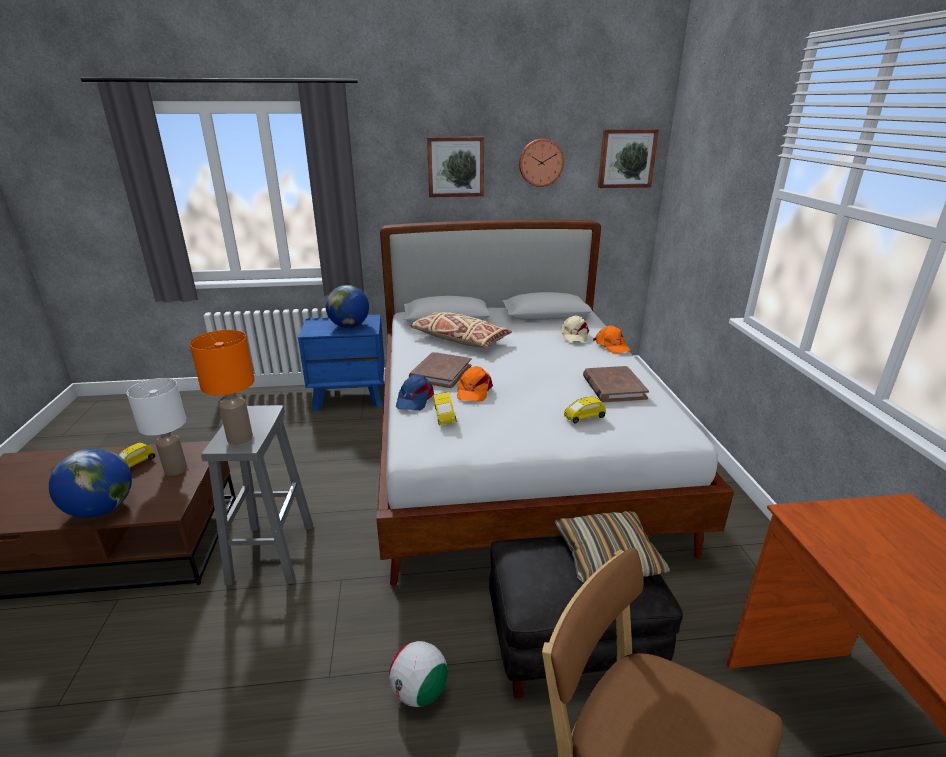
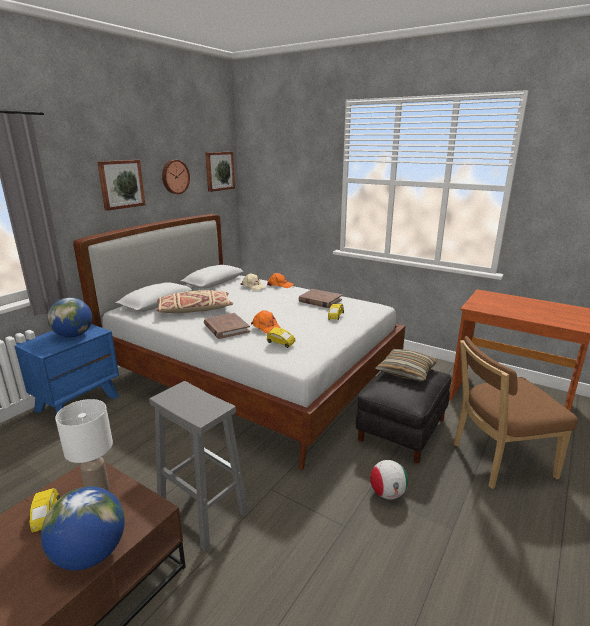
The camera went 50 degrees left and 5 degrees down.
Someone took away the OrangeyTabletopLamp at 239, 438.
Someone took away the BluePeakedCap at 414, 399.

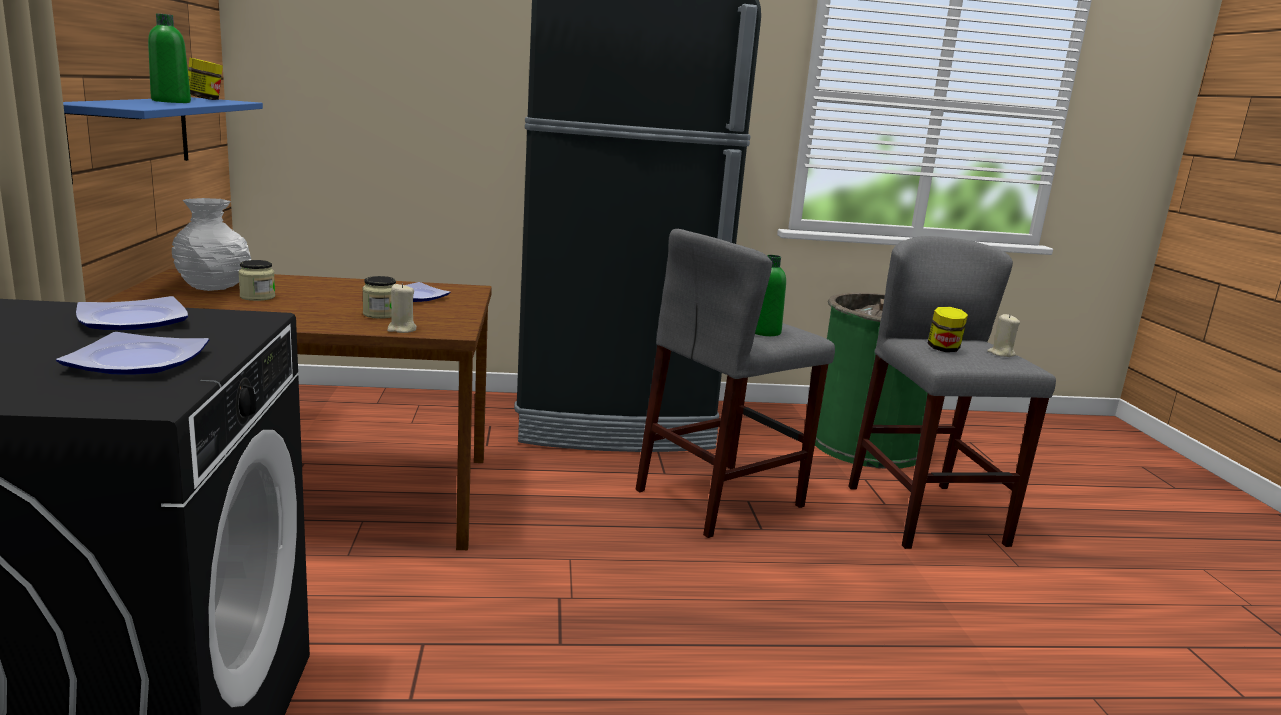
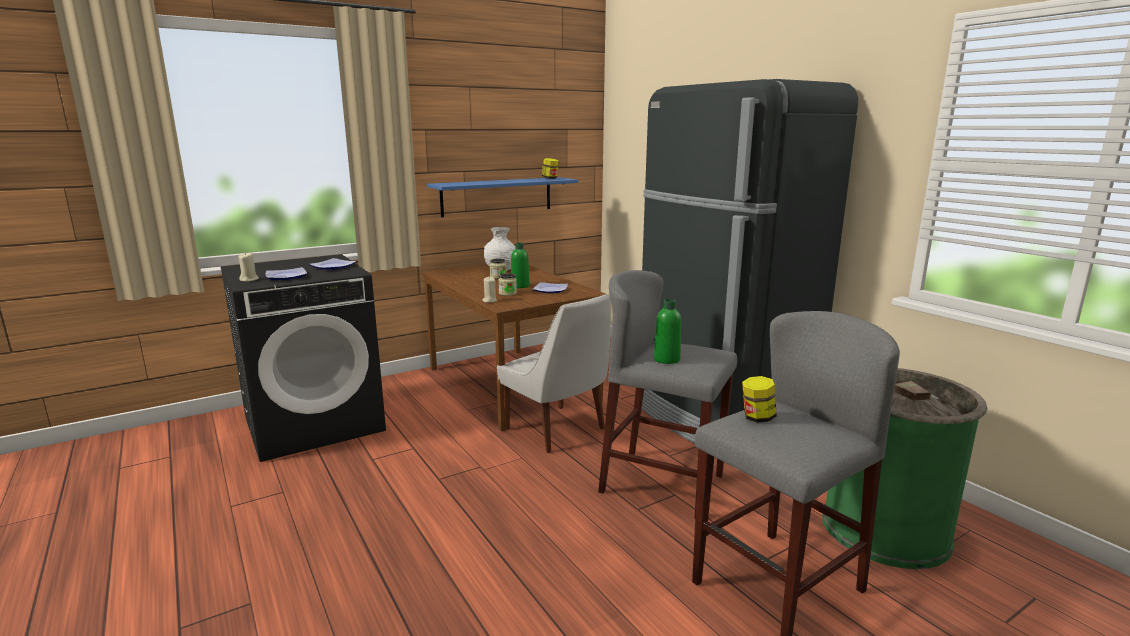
The camera went 65 degrees right and 0 degrees up.
Someone carried the GreenColouredBeverageBottle from 171, 101 to 520, 286.
Someone carried the BeigeColouredCandle from 1001, 354 to 249, 280.
Someone put down the WhitishChair at 557, 430.

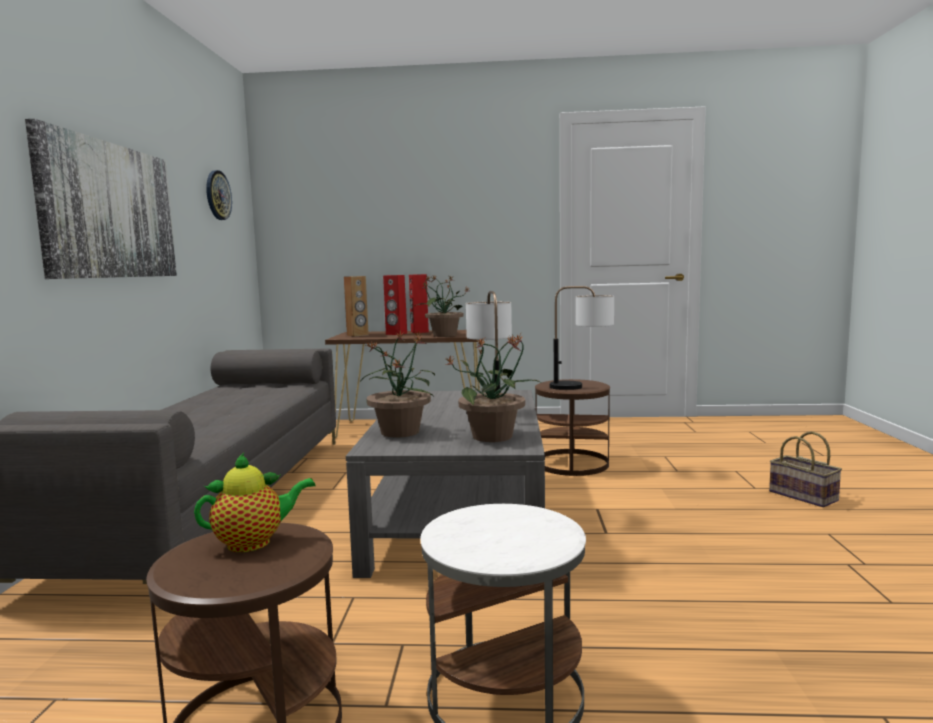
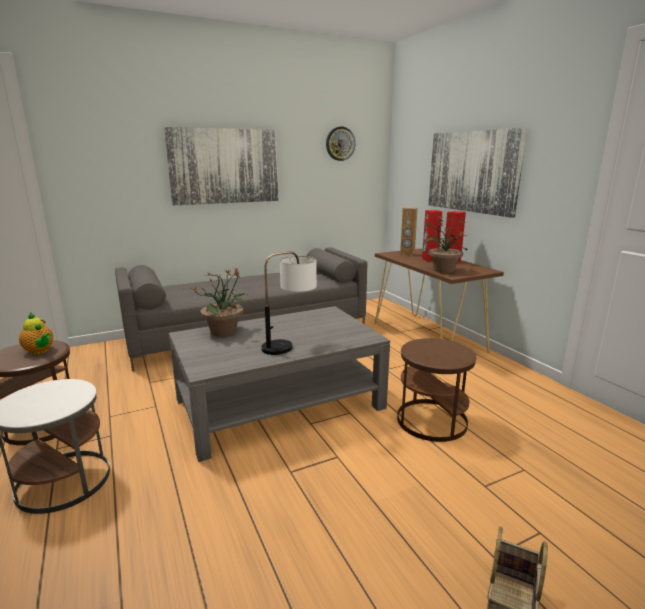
The camera went 60 degrees right and 10 degrees up.
Someone took away the TabletopLamp at 582, 387.
Someone took away the PottedPlant at 494, 436.
Someone put up the WallPicture at 472, 171.

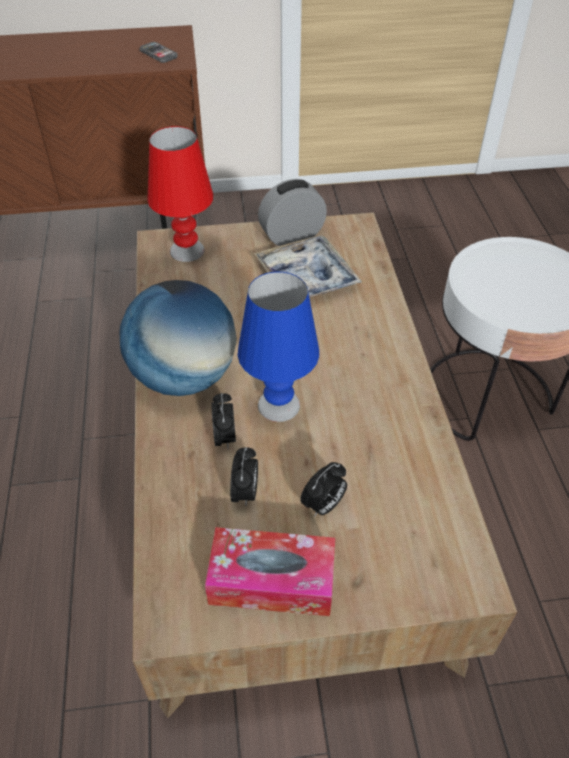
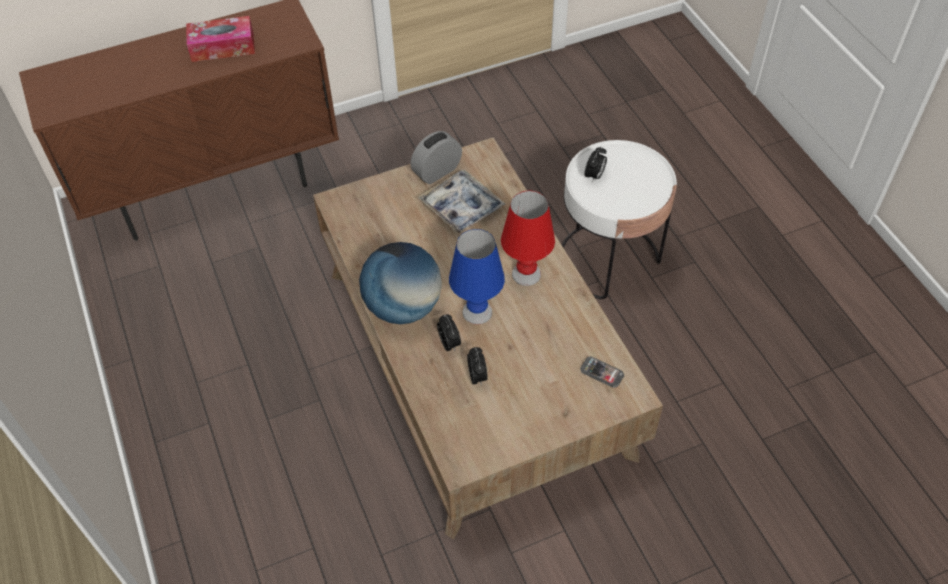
The camera went 15 degrees left and 5 degrees up.
Someone carried the Telephone from 158, 54 to 601, 373.
Someone carried the ReddishTabletopLamp from 187, 250 to 526, 274.
Someone carried the BedsideClock from 323, 505 to 594, 176.
Someone carried the BoxOfTissues from 272, 580 to 222, 47.

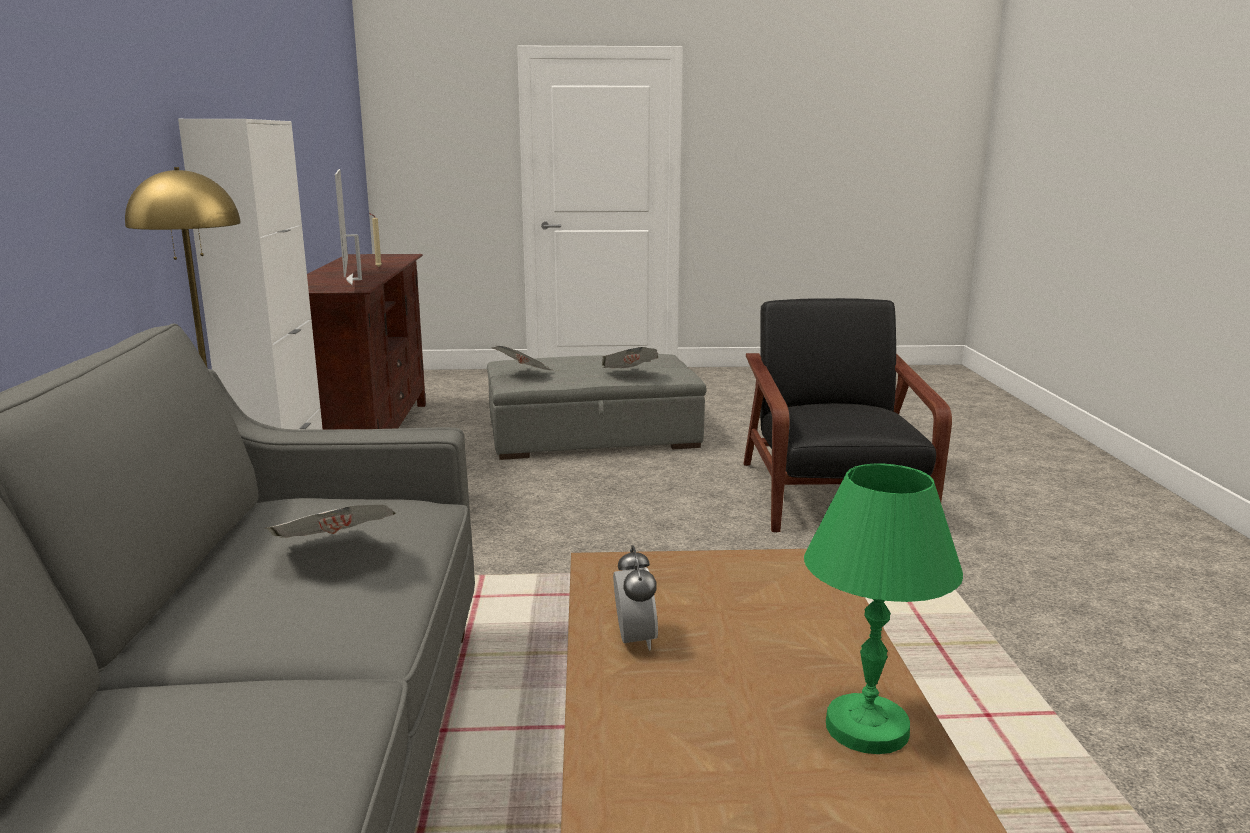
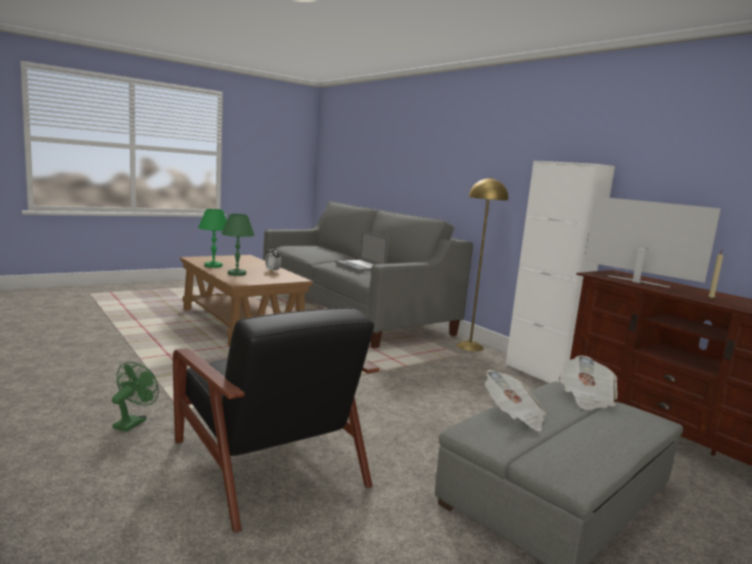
The camera went 145 degrees right and 5 degrees down.
Someone swapped the Newspaper at 335, 554 for the Laptop at 359, 266.
Someone put down the GreenColouredTabletopLamp at 237, 273.
Someone put down the GreenColouredFan at 133, 422.

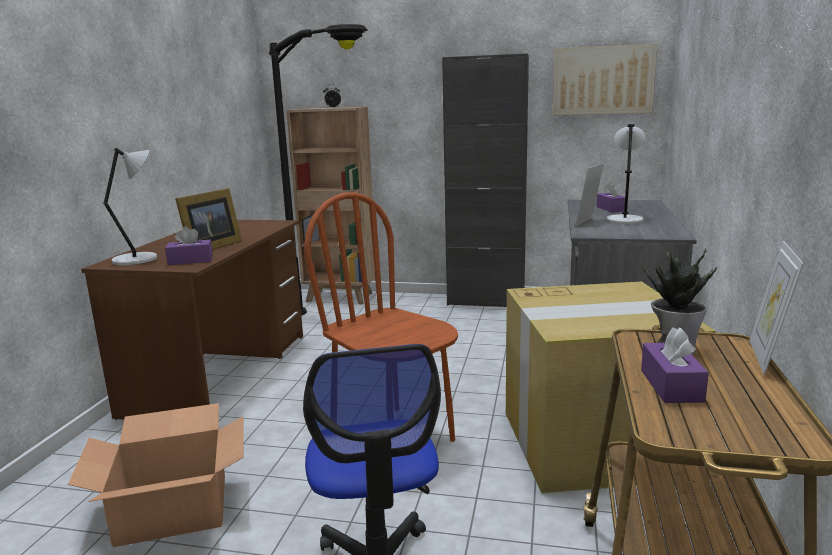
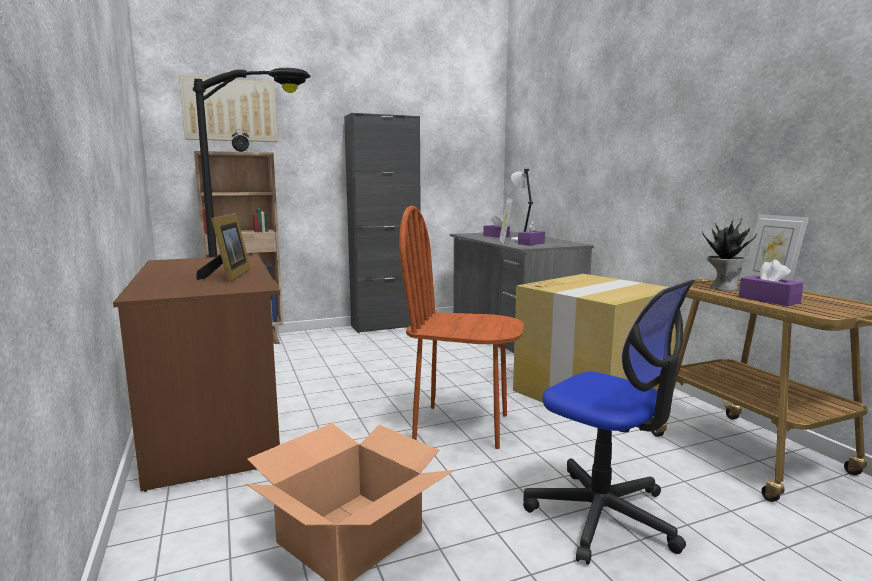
The camera went 35 degrees left and 5 degrees down.
Someone carried the WallPicture from 602, 80 to 230, 110.
Someone took away the GrayTabletopLamp at 138, 259.
Someone carried the PurpleColouredBoxOfTissues from 190, 260 to 531, 243.

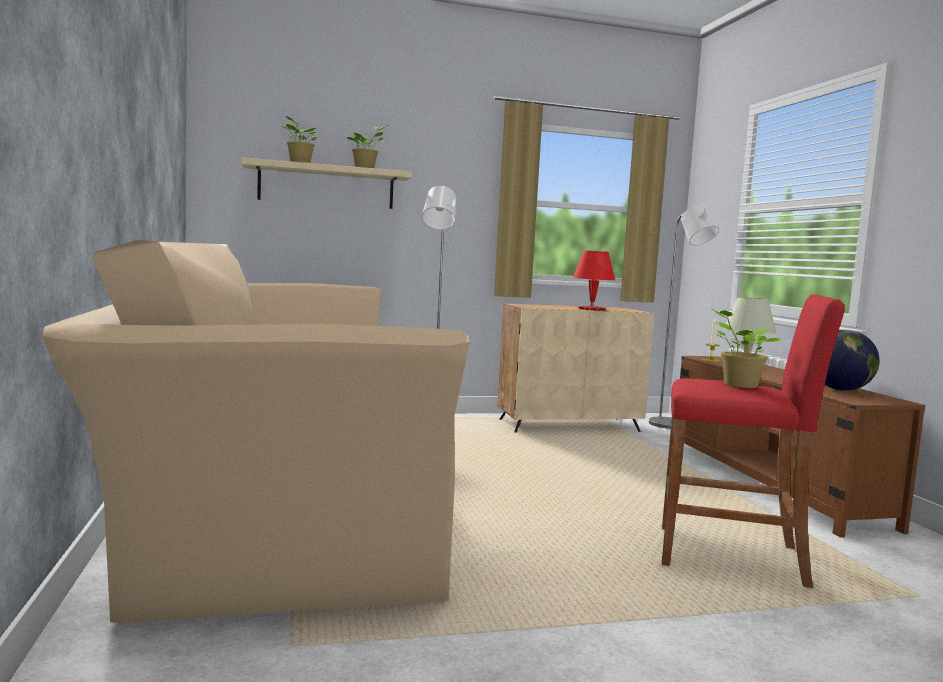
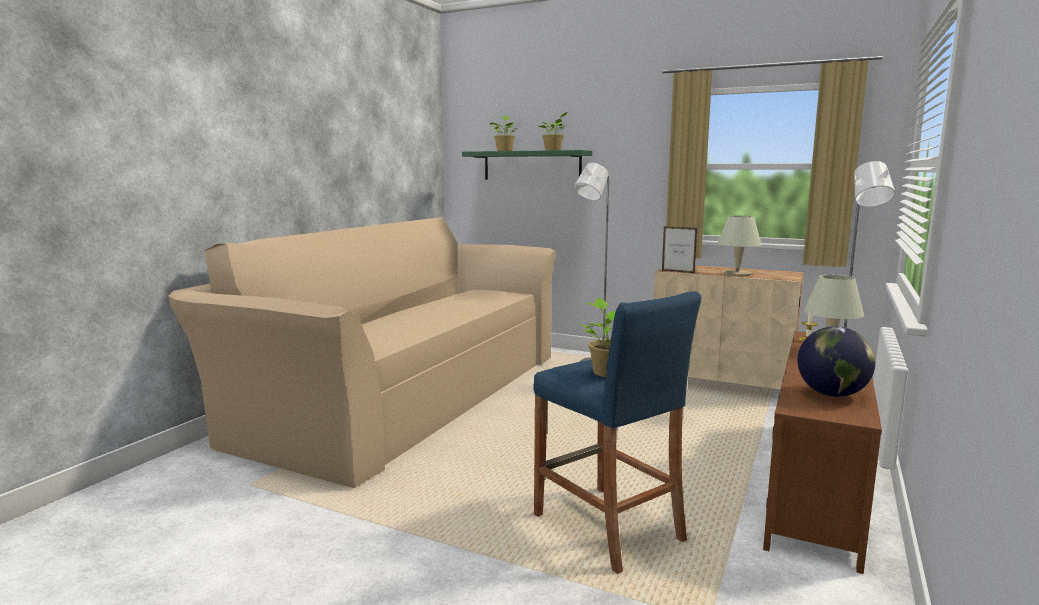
The camera went 40 degrees right and 5 degrees up.
Someone repainted the BeigeColouredWallShelf at 326, 186, which became the GreenColouredWallShelf at 531, 165.
Someone repainted the ReddishTabletopLamp at 592, 309, which became the BeigeColouredTabletopLamp at 737, 274.
Someone repainted the ReddishStool at 729, 556, which became the BlueStool at 607, 527.
Someone put down the StandingFrame at 678, 272.

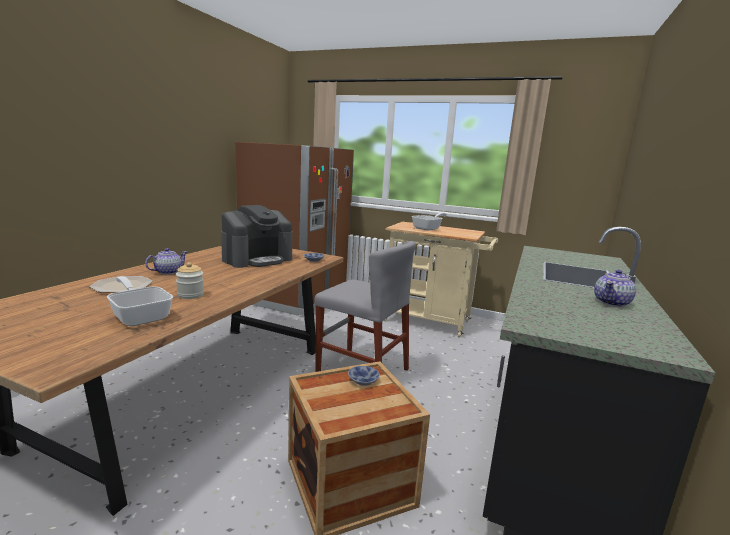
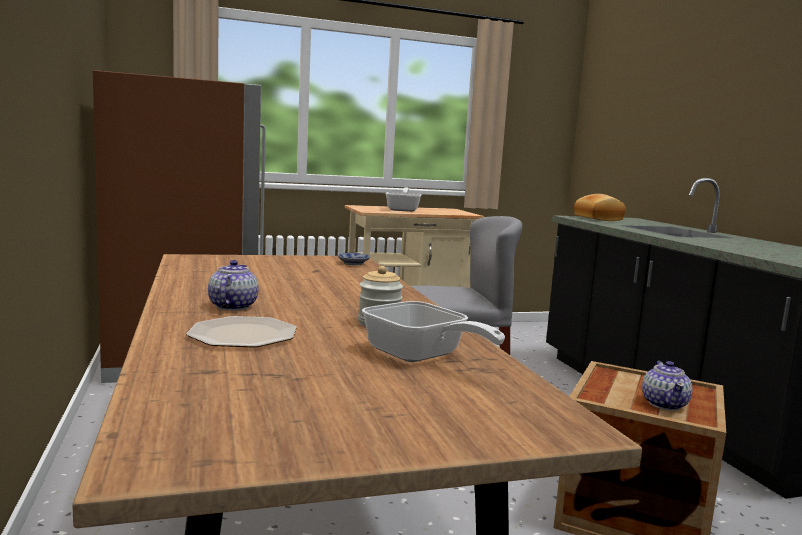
The camera went 40 degrees left and 5 degrees down.
Someone took away the CoffeeMachine at 257, 259.
Someone carried the Teapot from 612, 302 to 664, 404.
Someone rotated the FryingPan at 140, 316 by 135 degrees counterclockwise.
Someone took away the ServingBowl at 362, 380.
Someone put down the Bread at 597, 218.

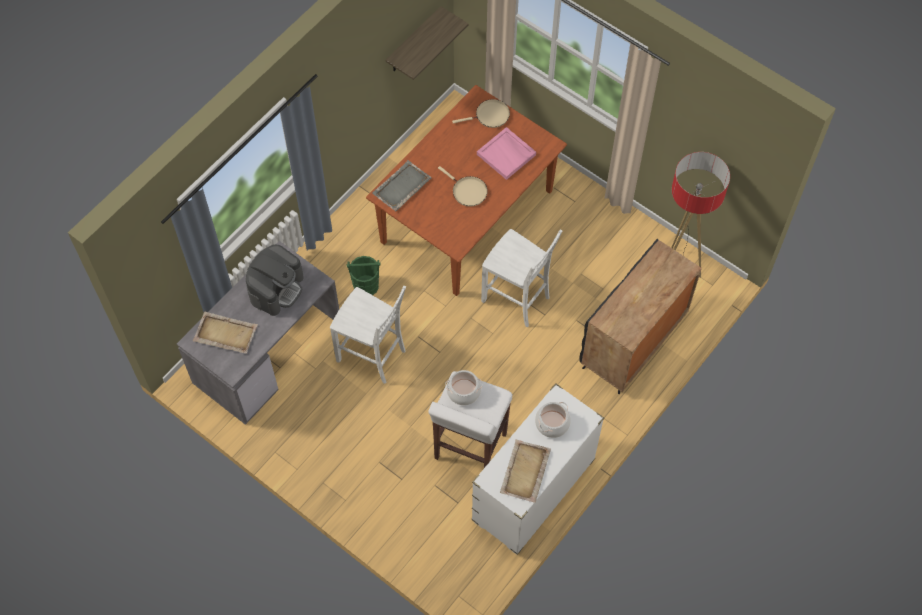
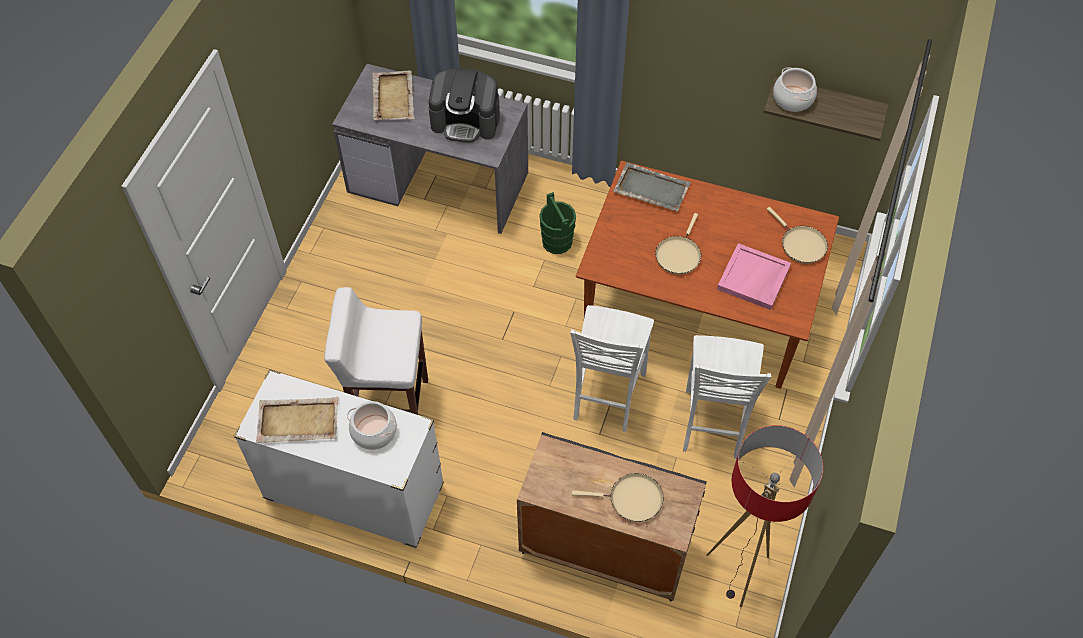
The camera went 70 degrees right and 5 degrees down.
Someone carried the WhitishChair from 373, 356 to 712, 425.
Someone carried the Stockpot from 463, 392 to 792, 99.
Someone put down the BeigeColouredFryingPan at 632, 499.

